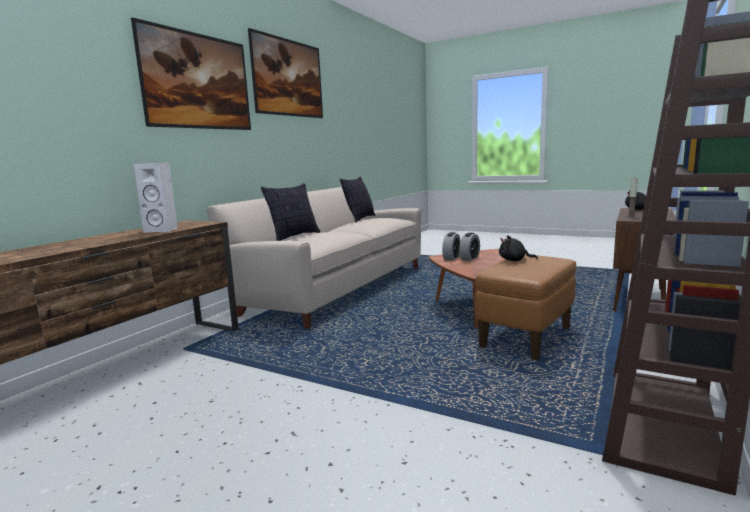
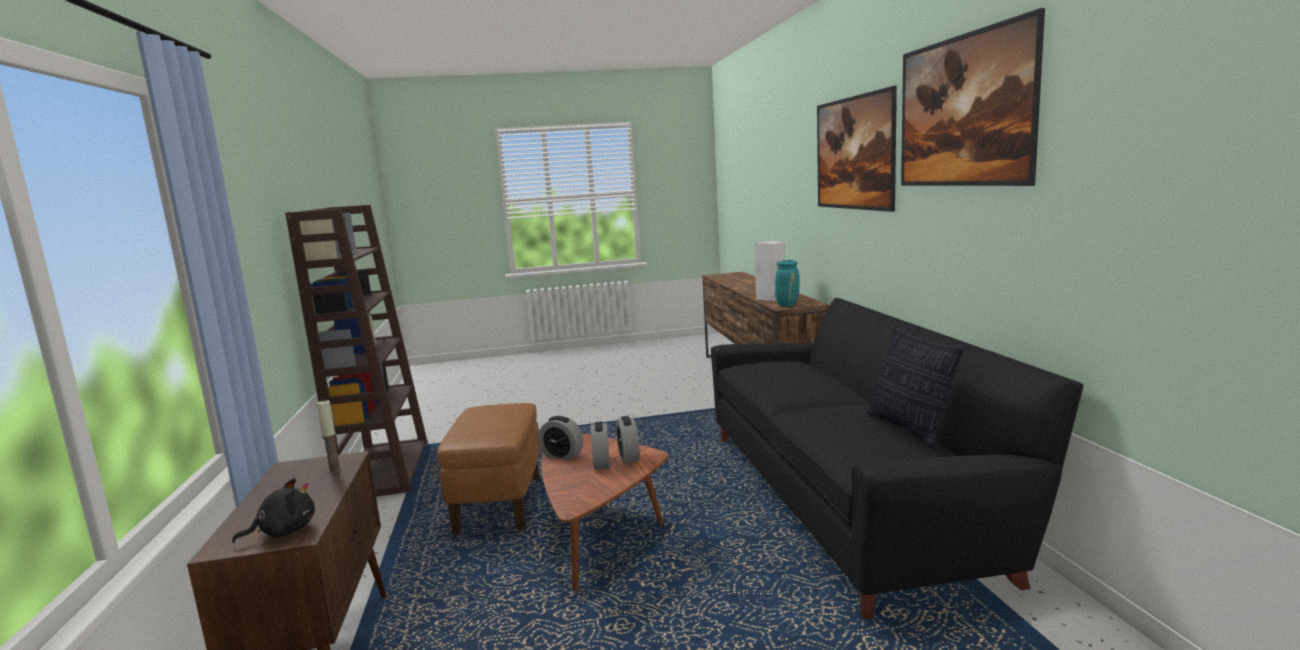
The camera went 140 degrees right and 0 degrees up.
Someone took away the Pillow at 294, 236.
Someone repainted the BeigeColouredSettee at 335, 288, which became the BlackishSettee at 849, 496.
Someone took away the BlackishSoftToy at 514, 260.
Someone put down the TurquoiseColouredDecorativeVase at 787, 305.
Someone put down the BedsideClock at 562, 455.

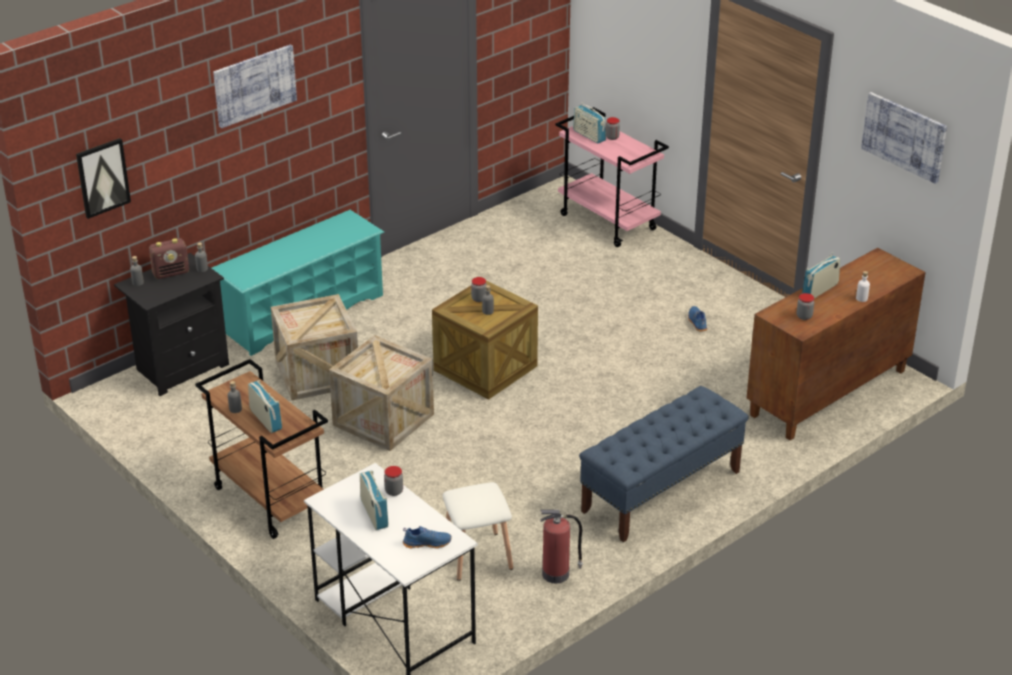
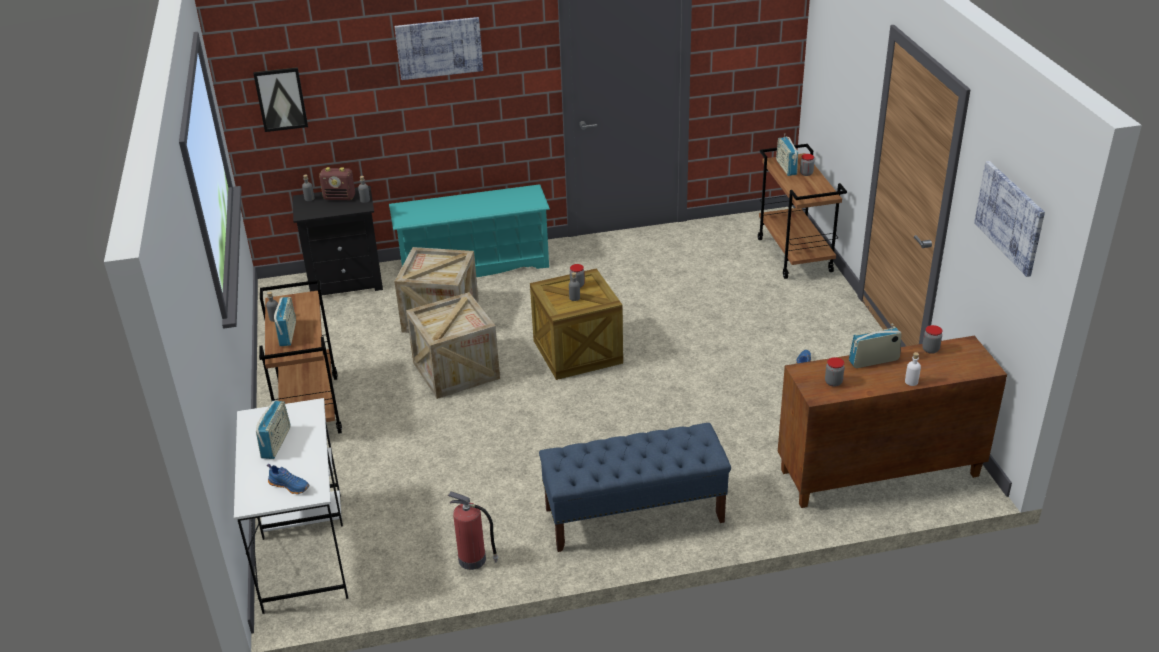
The camera went 30 degrees right and 0 degrees up.
Someone repainted the PinkTrolley at 609, 222, which became the BrownColouredTrolley at 795, 255.
Someone carried the StorageJar from 394, 491 to 930, 349.
Someone took away the WhitishStool at 478, 557.

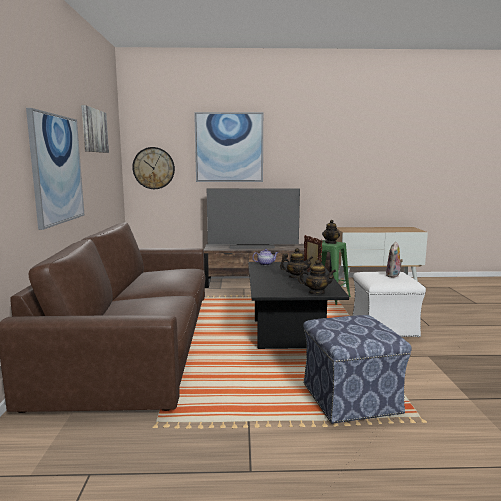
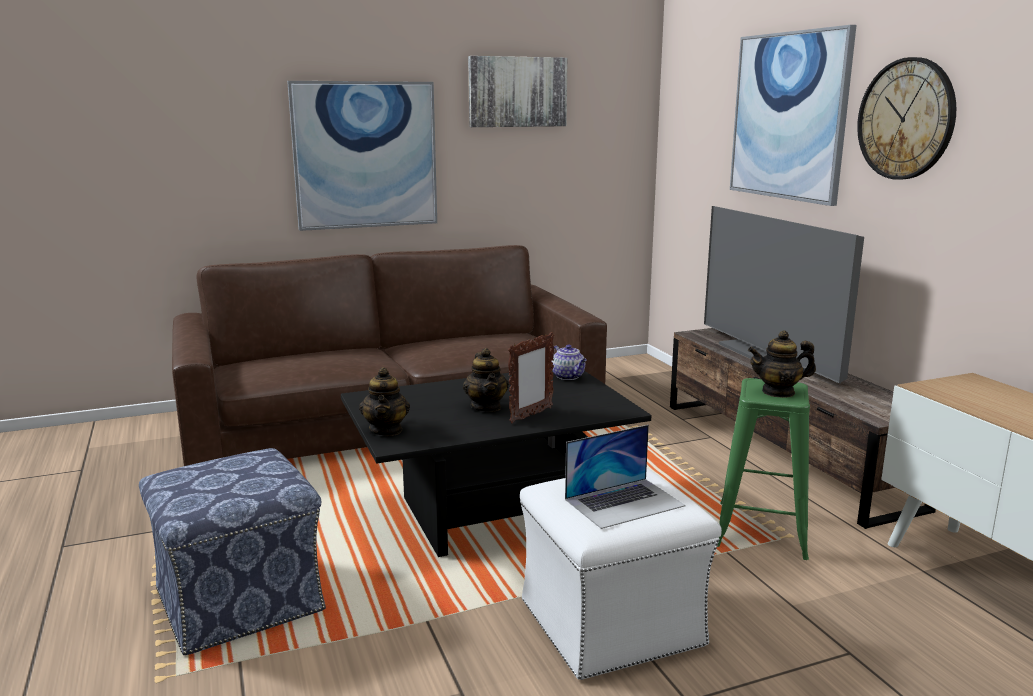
The camera went 70 degrees right and 5 degrees up.
Someone carried the WallClock from 153, 168 to 906, 119.
Someone swapped the SoftToy at 393, 276 for the Laptop at 624, 502.

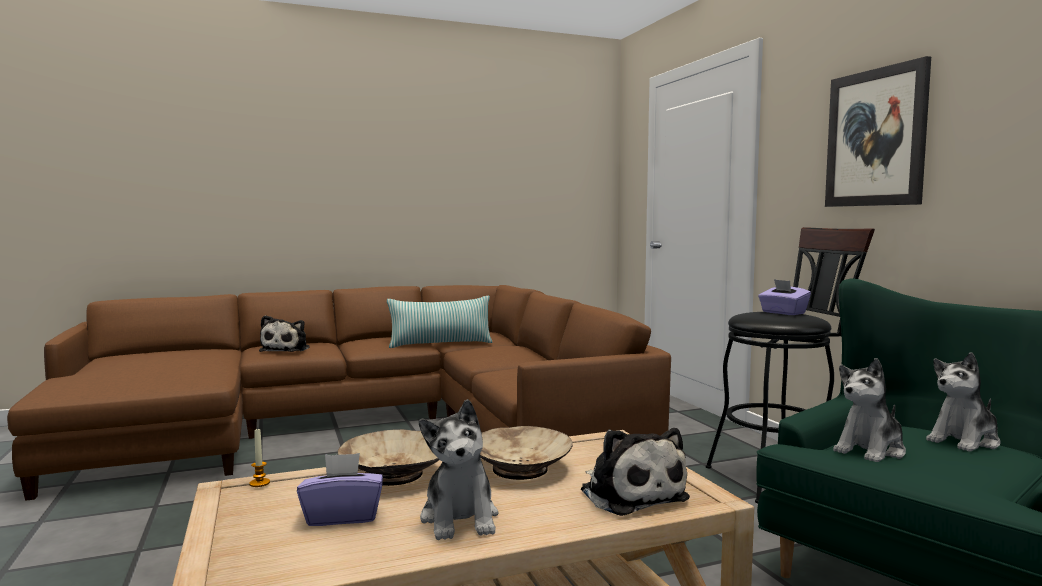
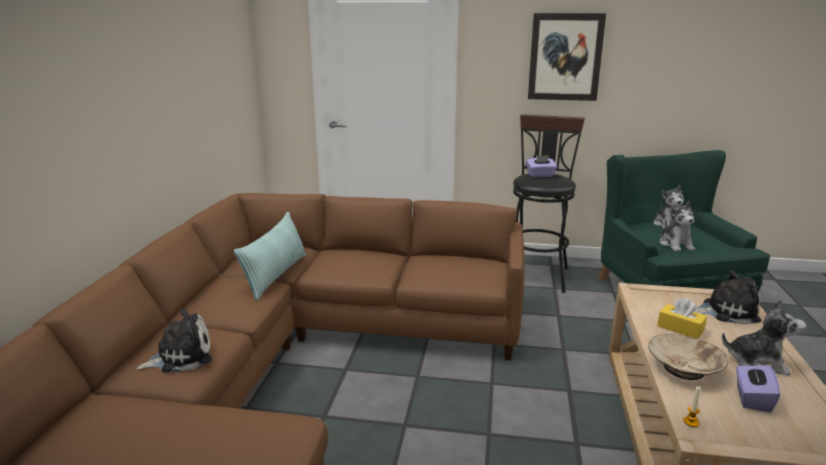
The camera went 60 degrees left and 15 degrees up.
Someone rotated the SoftToy at 287, 349 by 60 degrees counterclockwise.
Someone swapped the BeigeColouredServingBowl at 519, 469 for the YellowColouredBoxOfTissues at 680, 328.

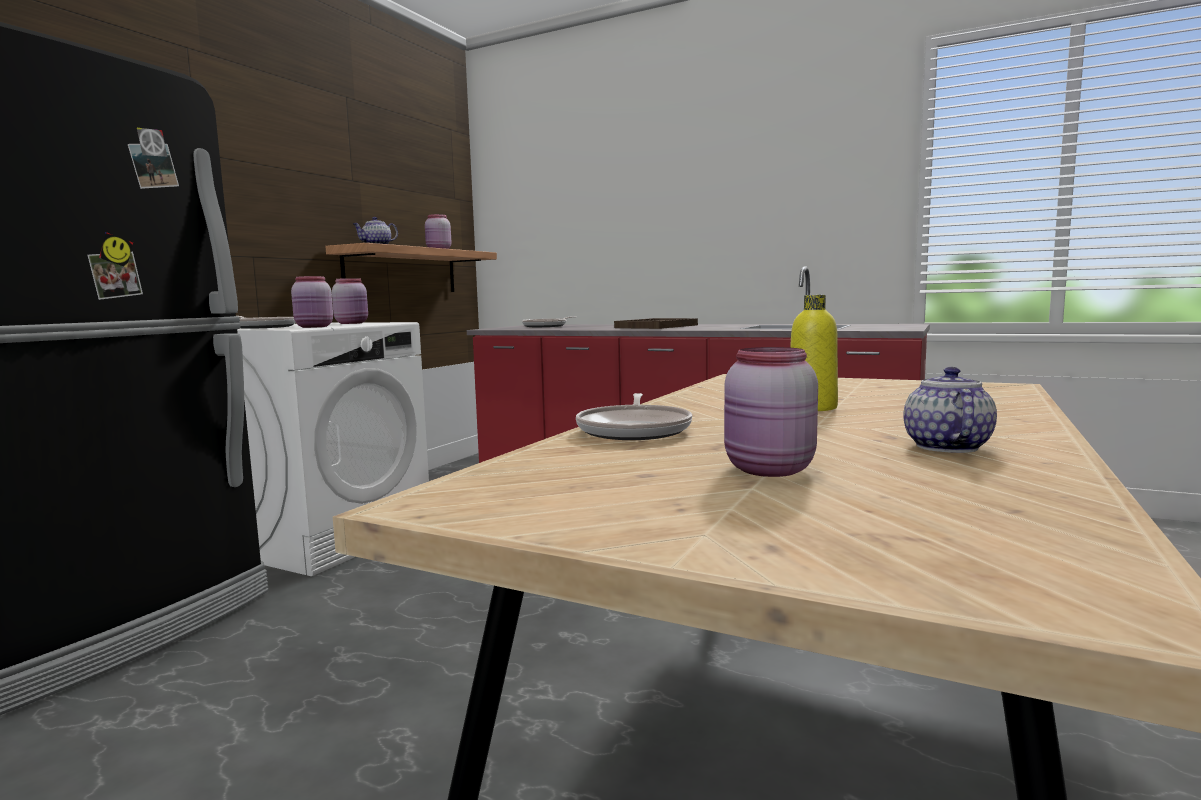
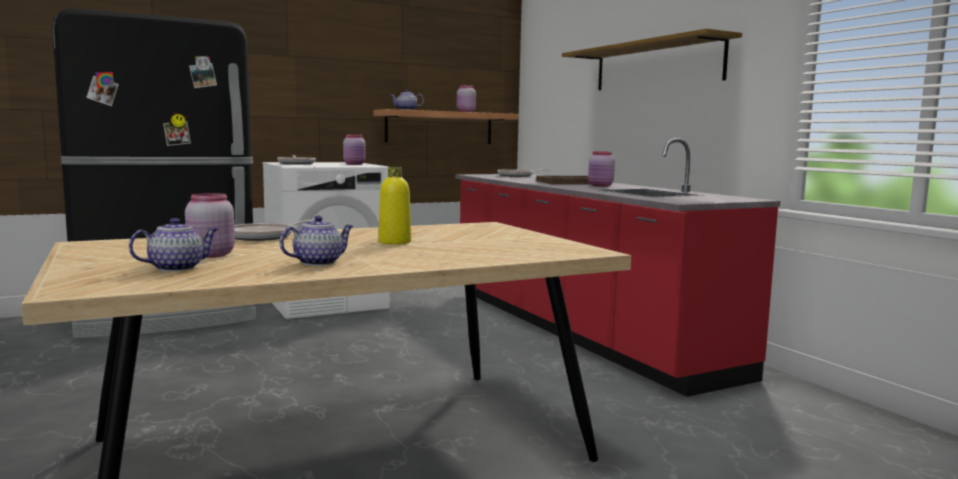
The camera went 35 degrees right and 0 degrees up.
Someone carried the PinkStorageJar from 314, 327 to 600, 186.
Someone put up the WallShelf at 656, 65.
Someone put down the Teapot at 177, 268.

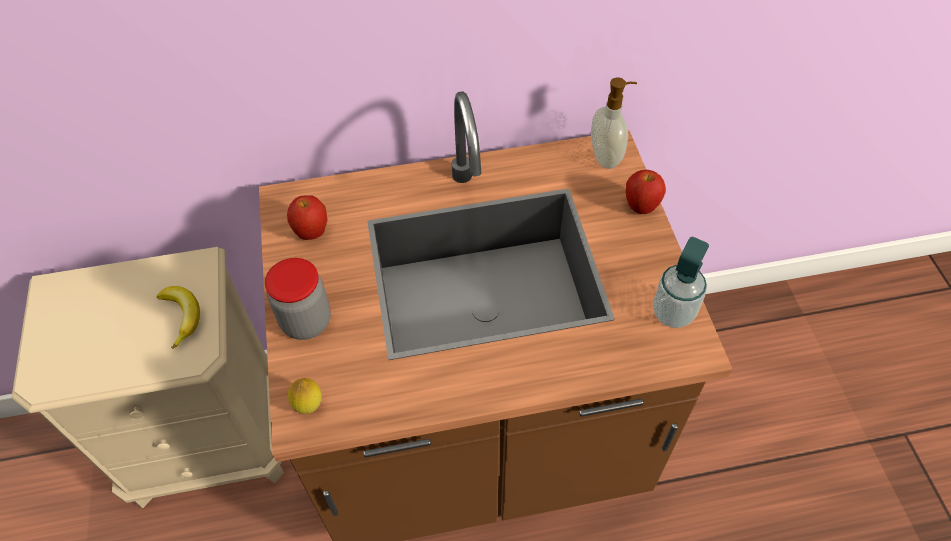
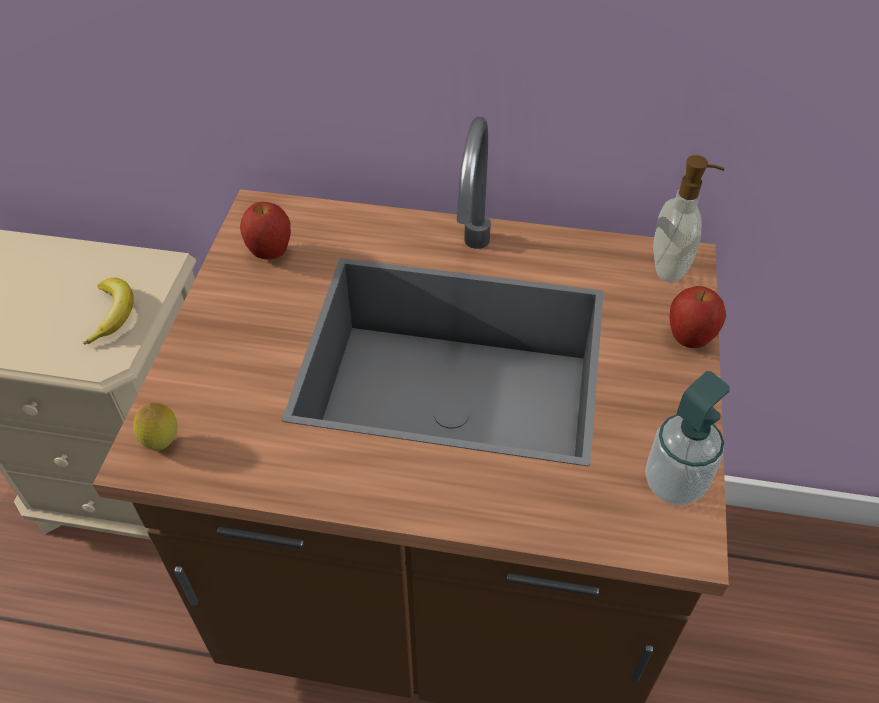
The camera went 20 degrees right and 5 degrees down.
Someone took away the StorageJar at 306, 321.

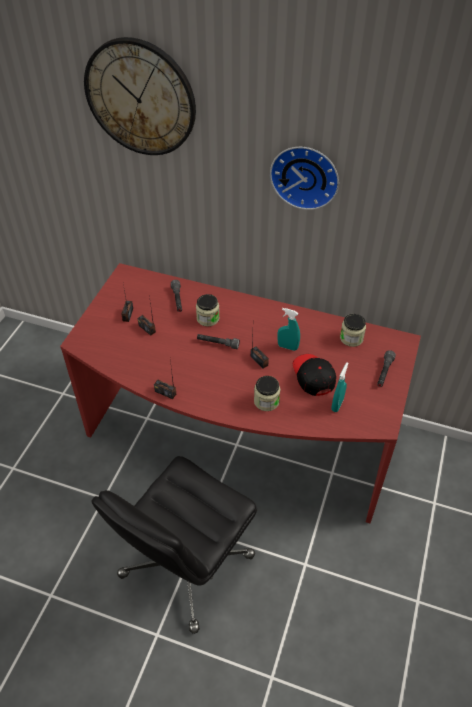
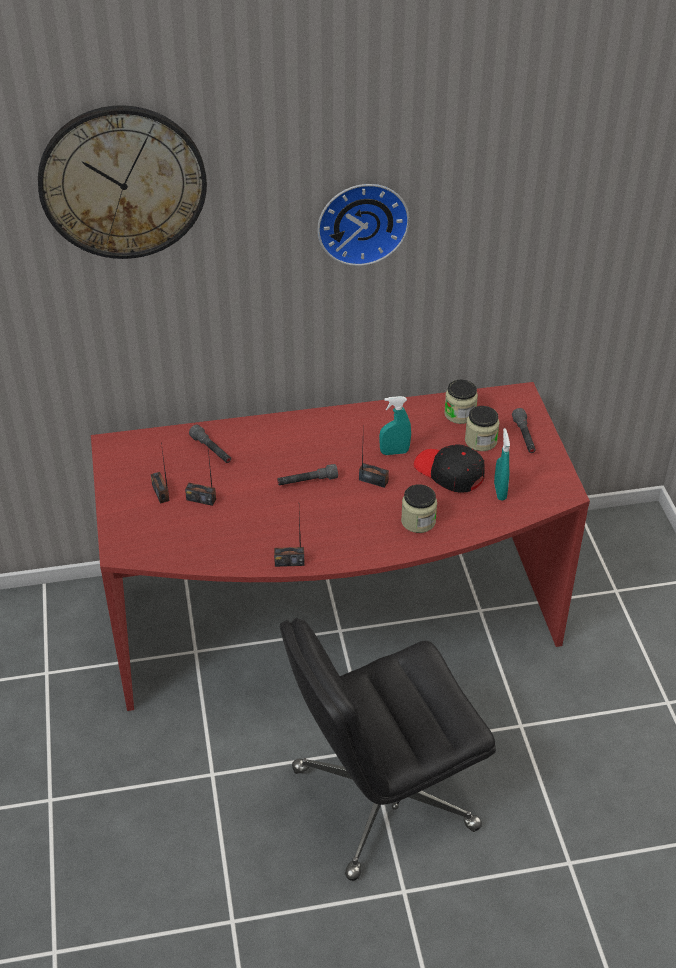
The camera went 30 degrees left and 5 degrees down.
Someone carried the StorageJar from 208, 318 to 481, 441.
Someone rotated the BlackishDeskChair at 186, 567 by 60 degrees clockwise.

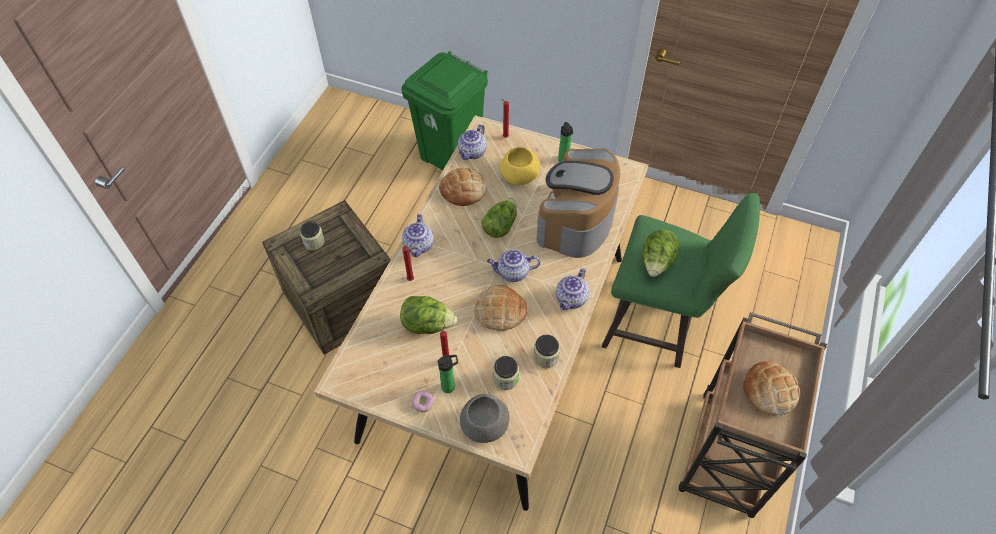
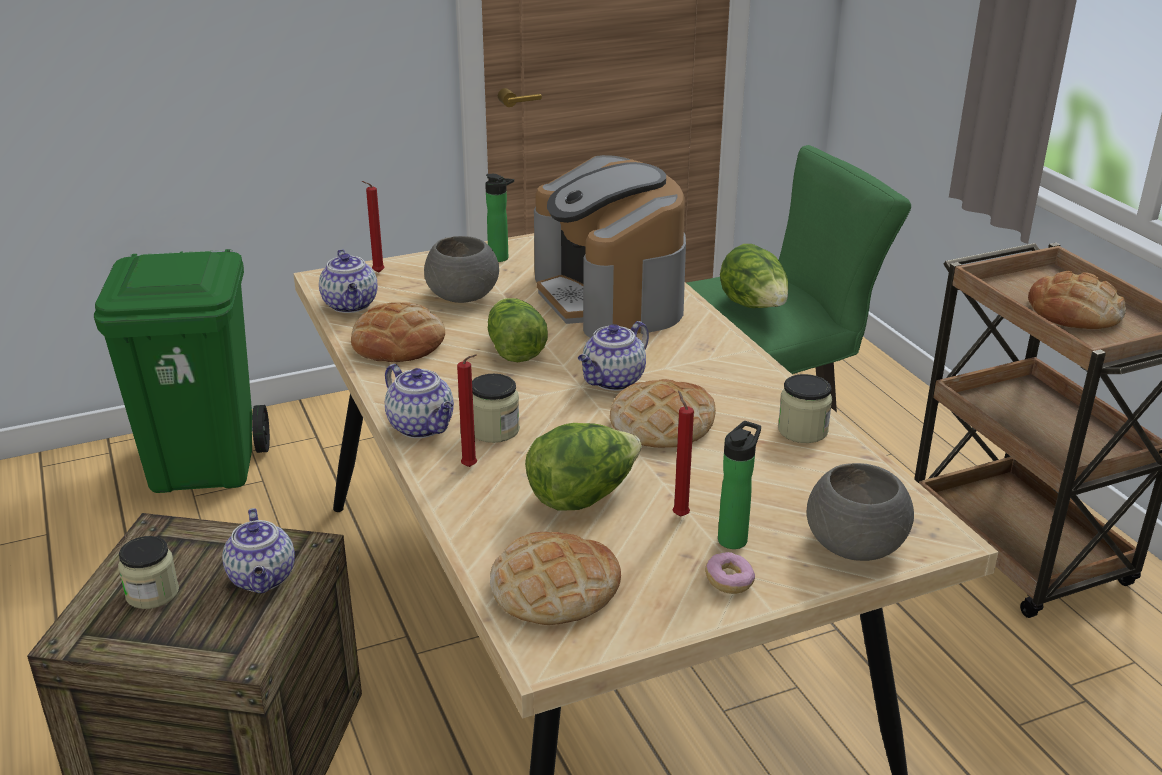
The camera went 45 degrees left and 25 degrees down.
Someone repainted the YellowColouredServingBowl at 519, 177, which became the GrayServingBowl at 462, 296.
Someone carried the Teapot from 571, 299 to 263, 579.
Someone carried the StorageJar from 505, 379 to 494, 430.
Someone put down the Bread at 554, 588.

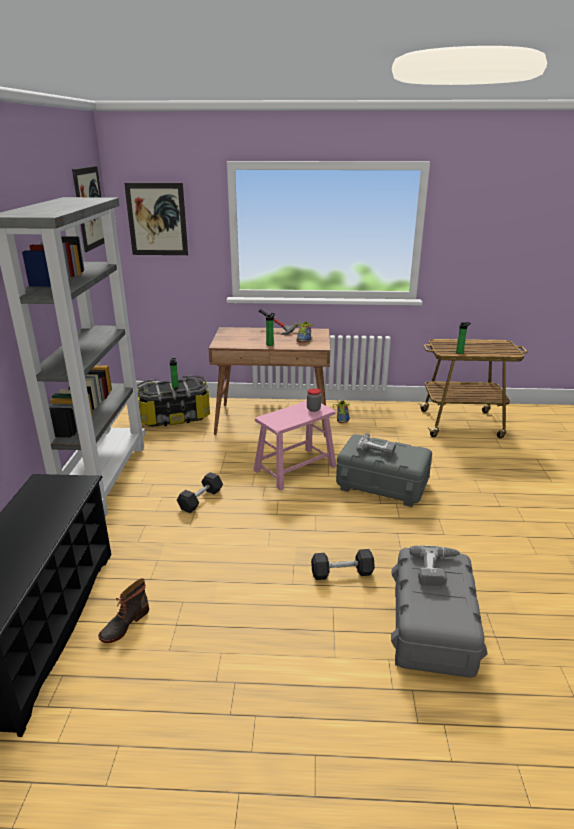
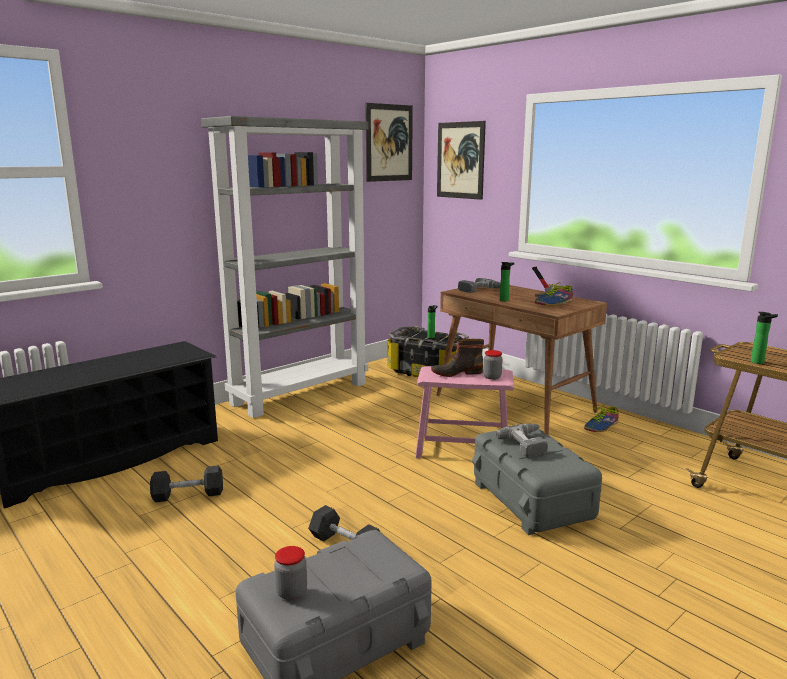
The camera went 45 degrees right and 10 degrees down.
Someone carried the GrayHandWeight from 200, 500 to 188, 495.
Someone carried the ElectricDrill from 437, 569 to 481, 290.
Someone carried the Boot from 124, 624 to 456, 373.
Someone put down the StorageJar at 291, 592.

